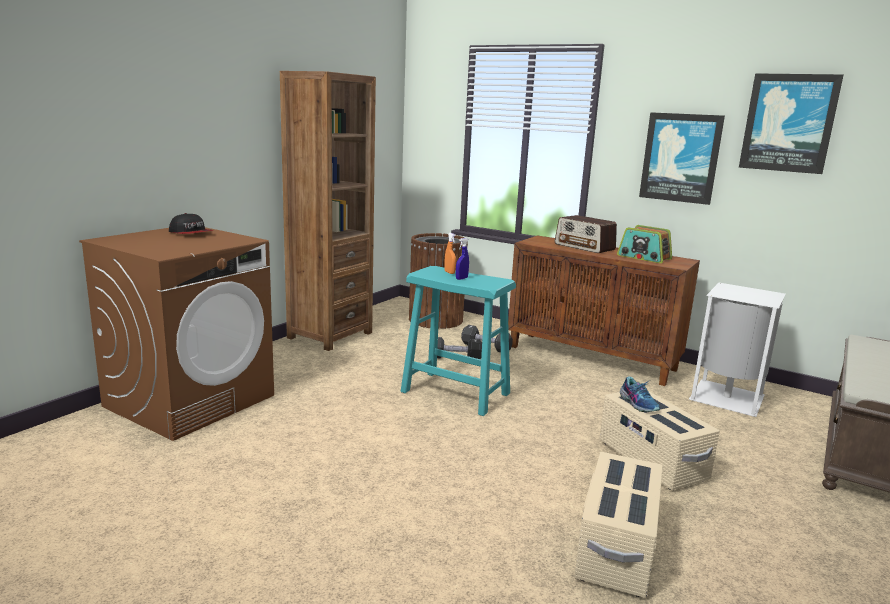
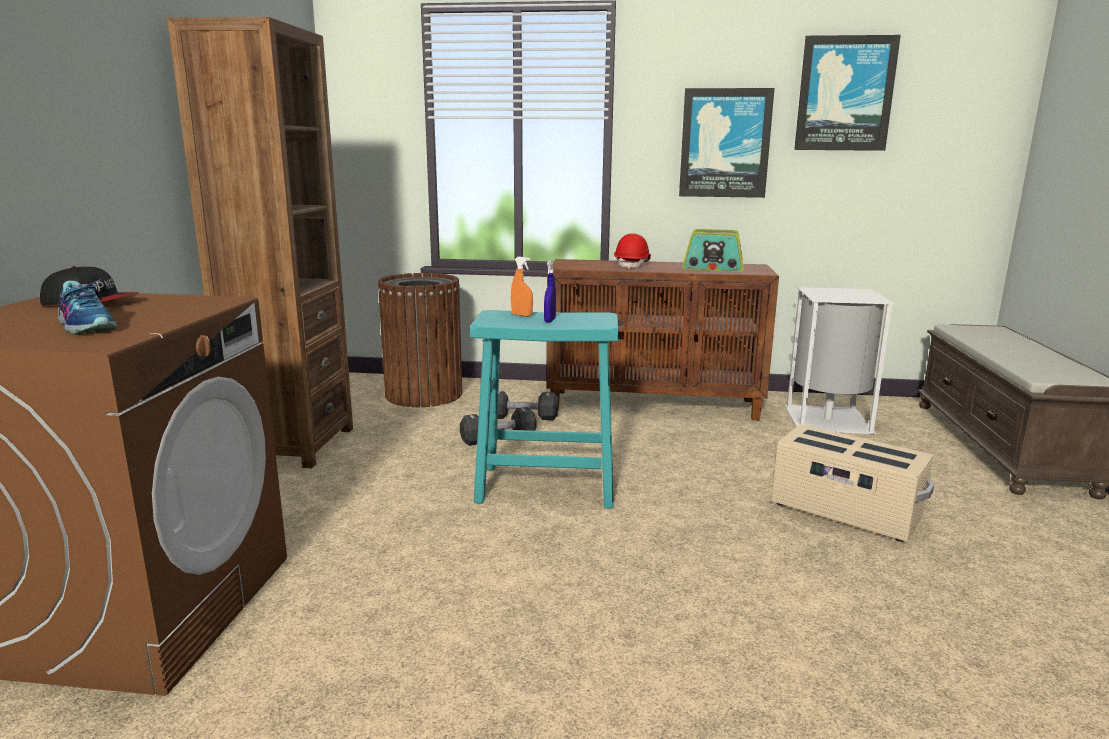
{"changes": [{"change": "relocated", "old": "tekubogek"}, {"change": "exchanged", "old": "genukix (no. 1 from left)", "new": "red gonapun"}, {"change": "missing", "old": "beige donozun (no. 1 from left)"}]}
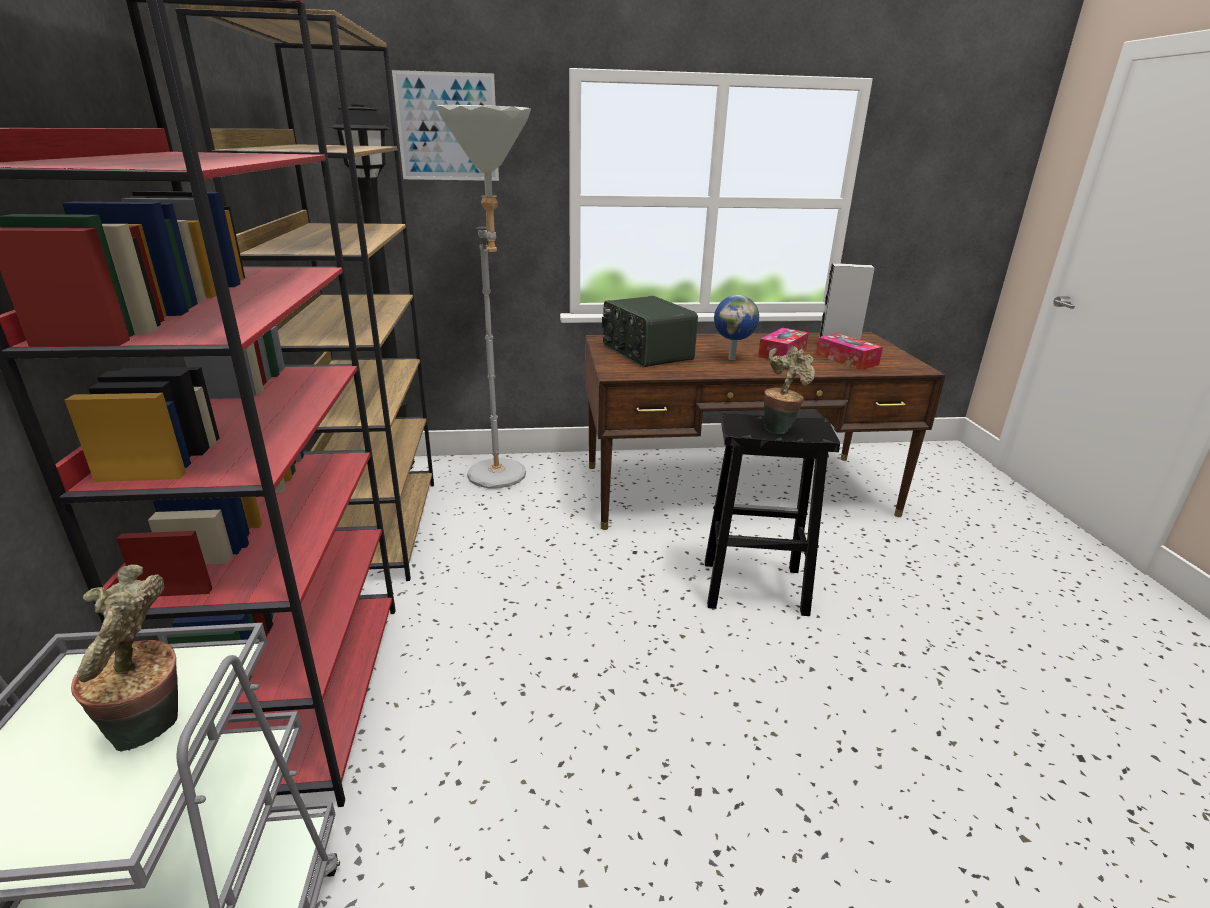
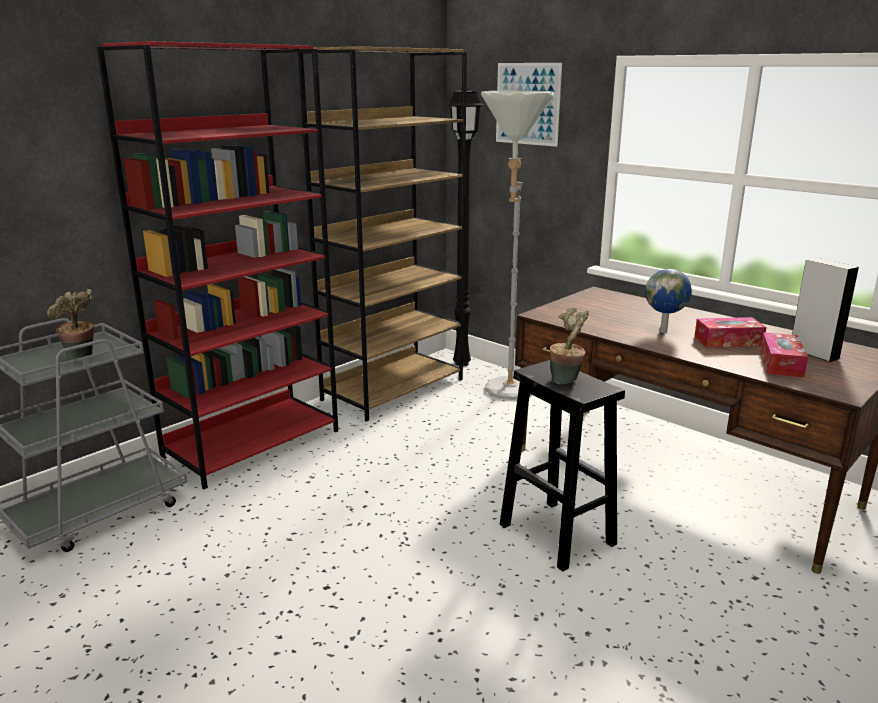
{"changes": [{"change": "missing", "old": "genukix"}]}
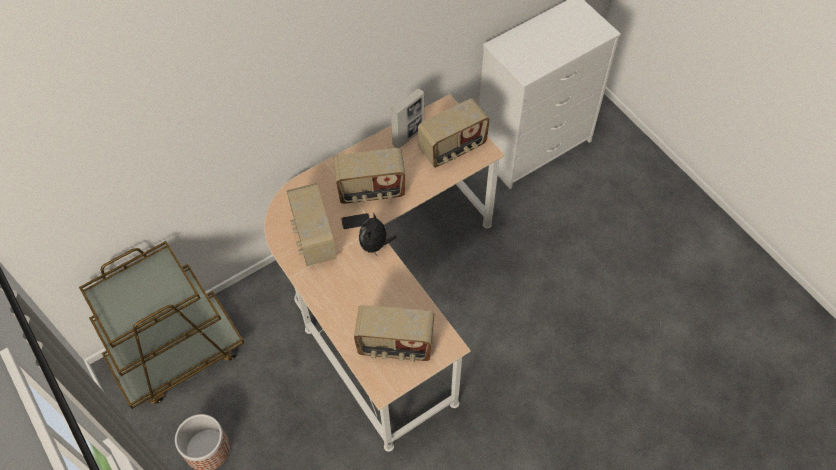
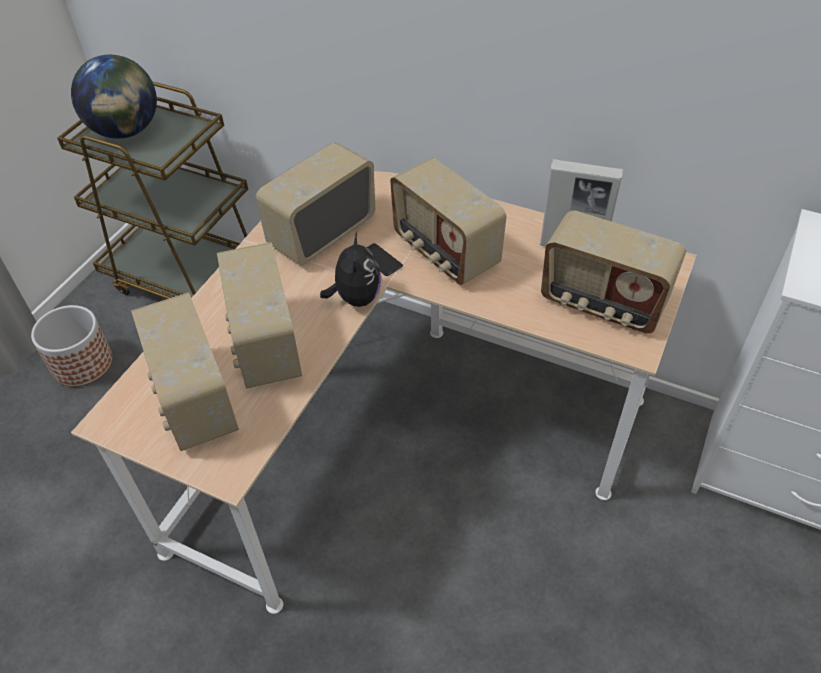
{"changes": [{"change": "appeared", "new": "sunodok"}, {"change": "appeared", "new": "genukix (no. 2 from left)"}, {"change": "spun", "old": "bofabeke", "degrees": 105}]}
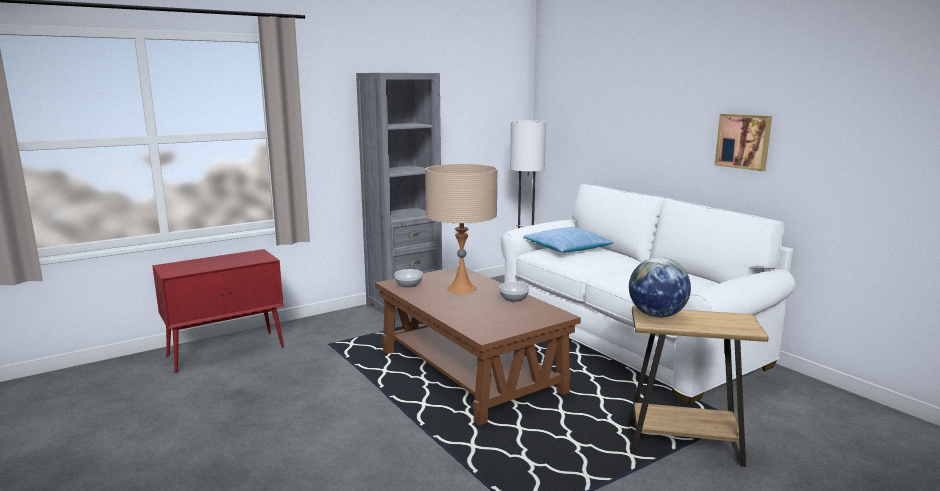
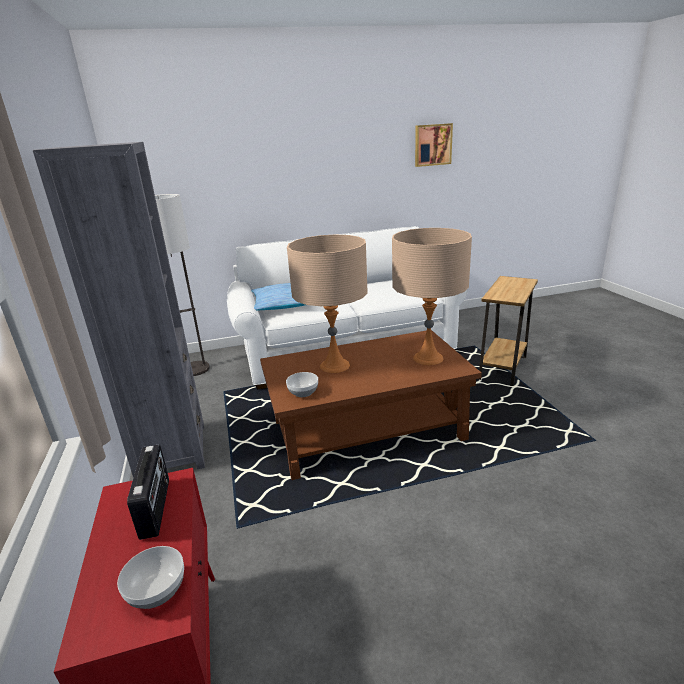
{"changes": [{"change": "relocated", "old": "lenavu (no. 2 from left in the first image)", "new": "lenavu (no. 1 from left)"}, {"change": "appeared", "new": "genukix"}, {"change": "appeared", "new": "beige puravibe (no. 2 from left)"}, {"change": "relocated", "old": "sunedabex"}, {"change": "missing", "old": "sunodok"}]}
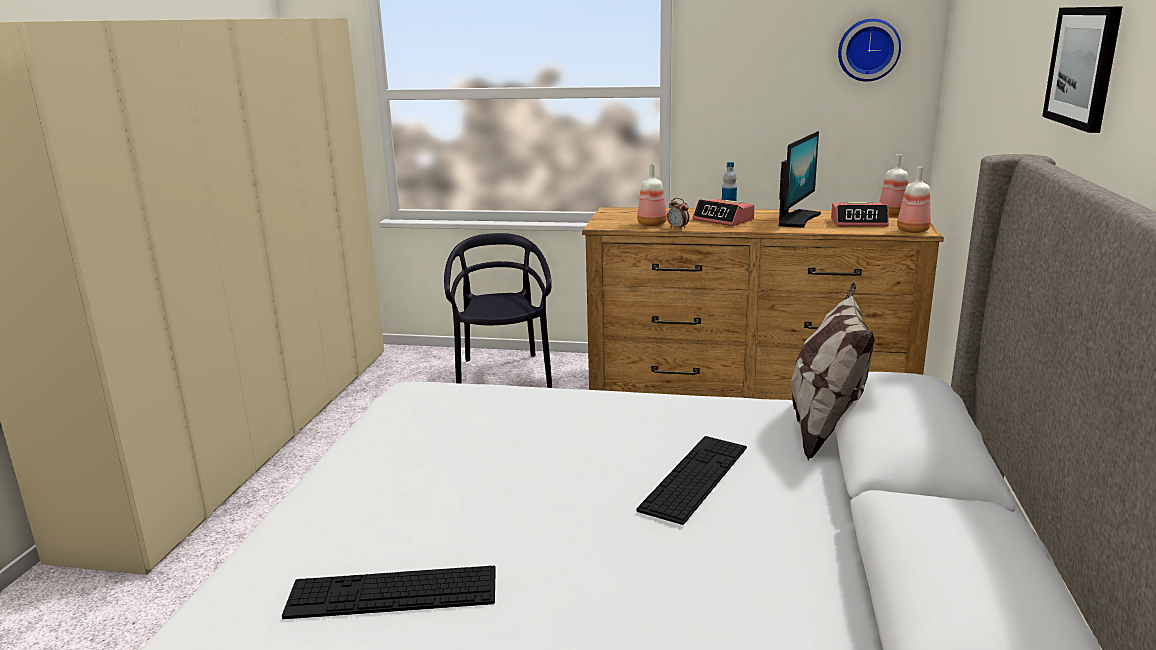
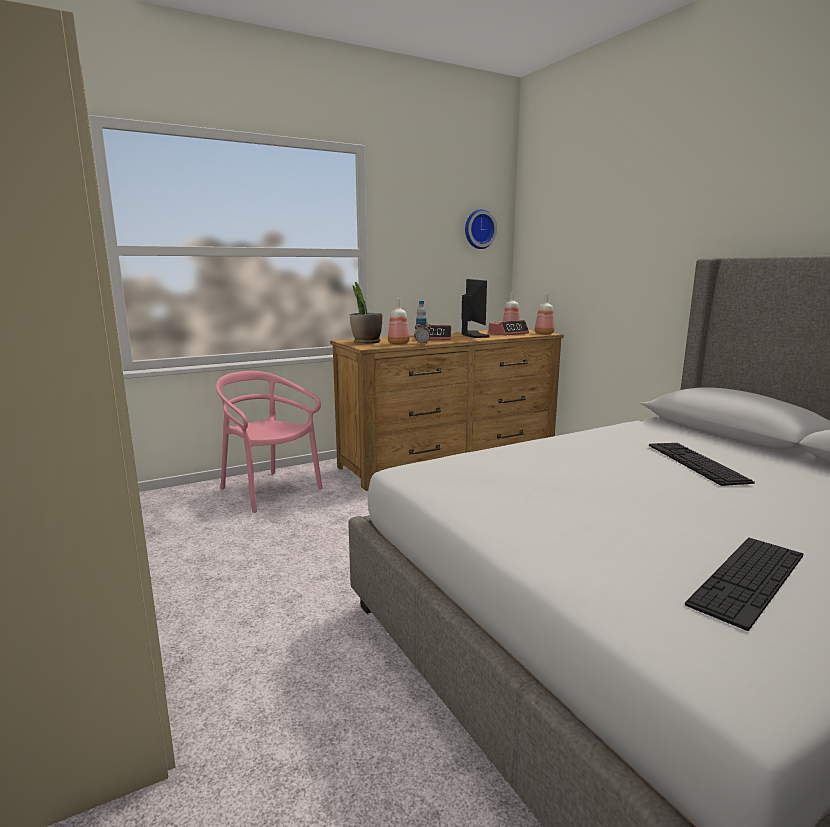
{"changes": [{"change": "colour", "old": "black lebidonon", "new": "pink lebidonon"}, {"change": "appeared", "new": "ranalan"}, {"change": "missing", "old": "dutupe"}, {"change": "missing", "old": "sunedabex"}]}
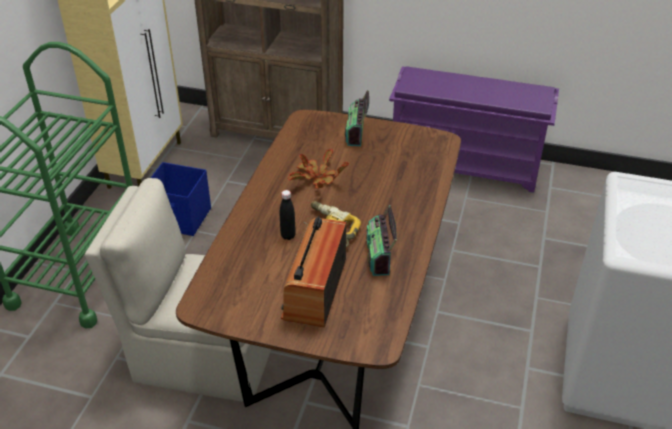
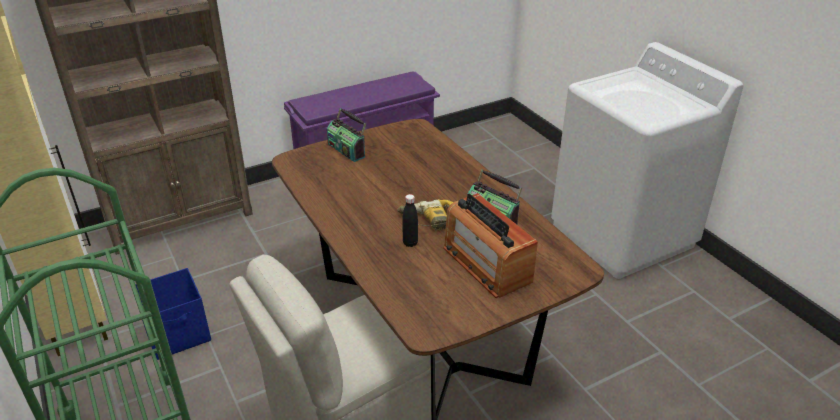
{"changes": [{"change": "missing", "old": "ranalan"}]}
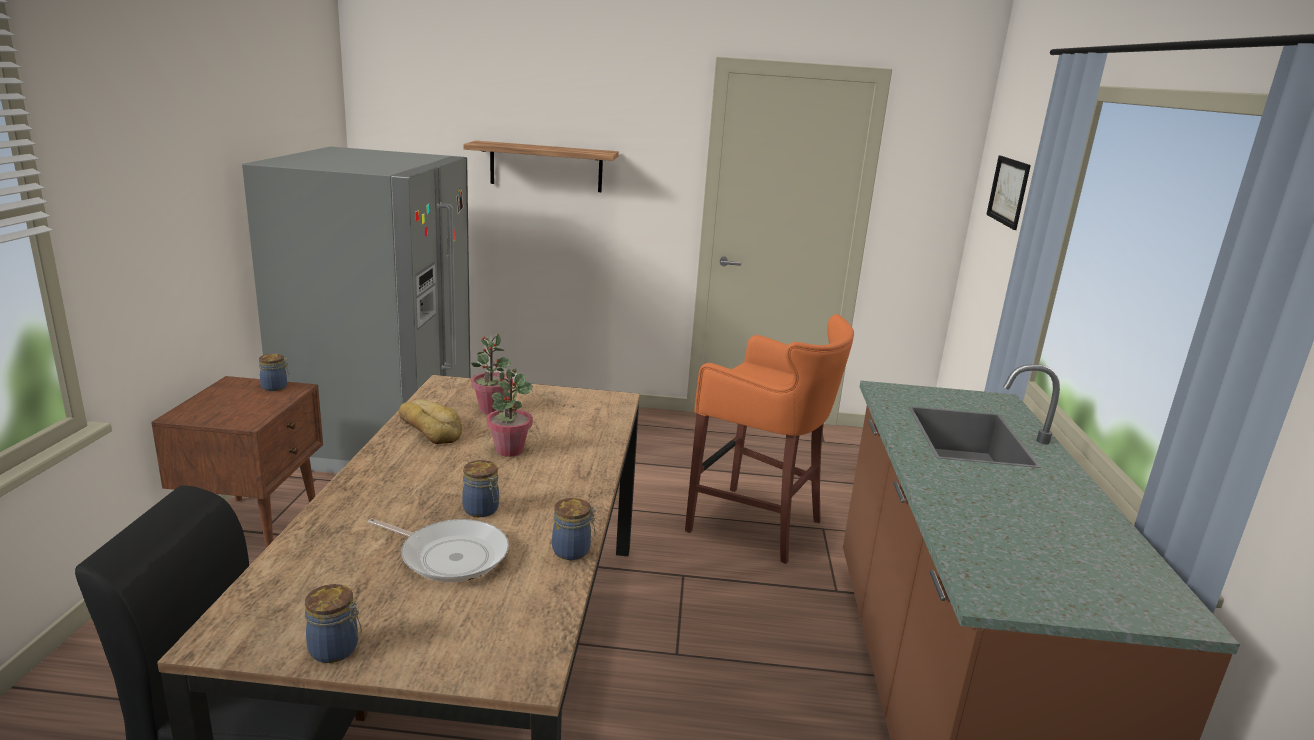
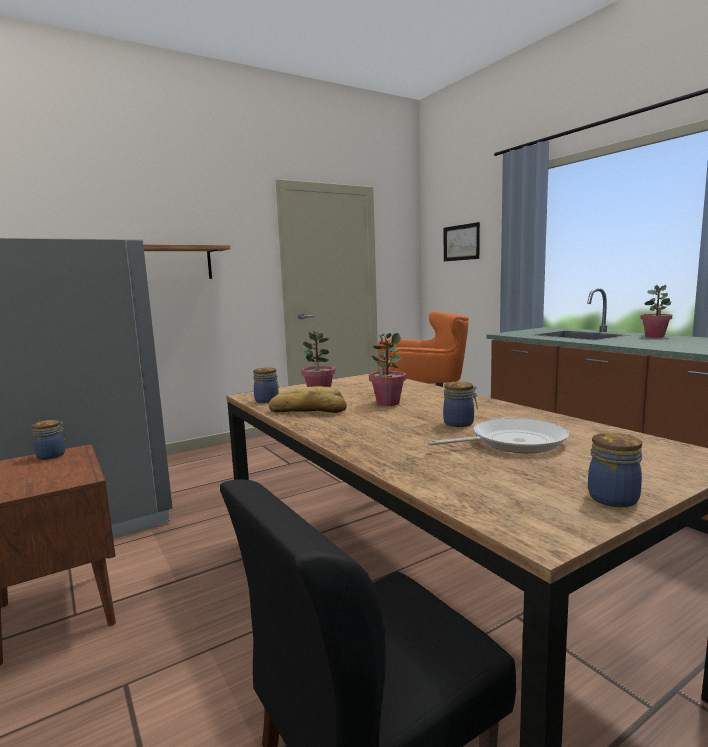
{"changes": [{"change": "relocated", "old": "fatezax (no. 4 from left in the first image)", "new": "fatezax (no. 2 from left)"}, {"change": "appeared", "new": "ranalan (no. 3 from left)"}]}
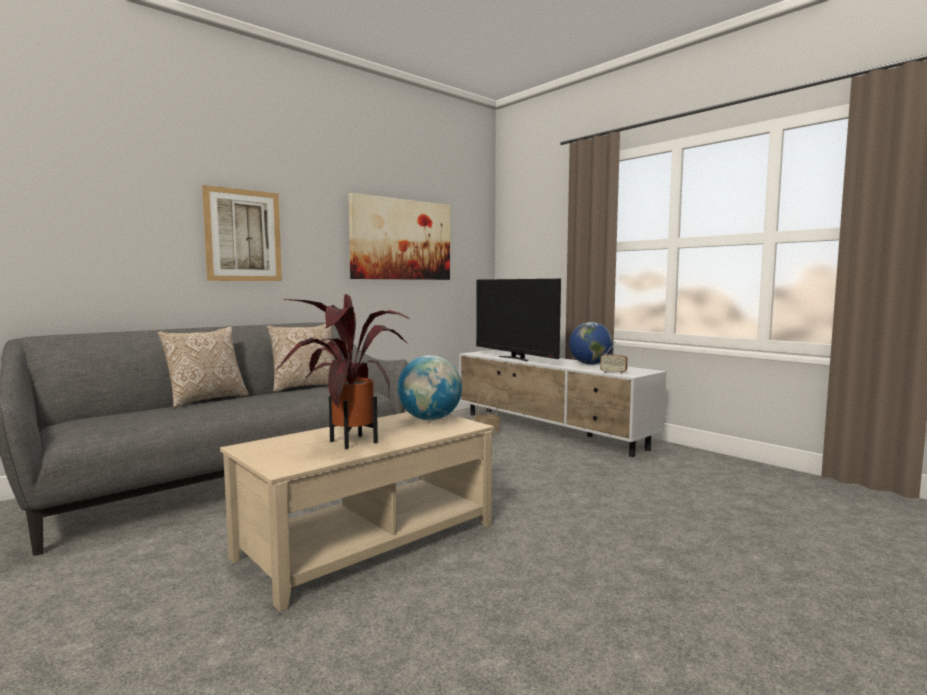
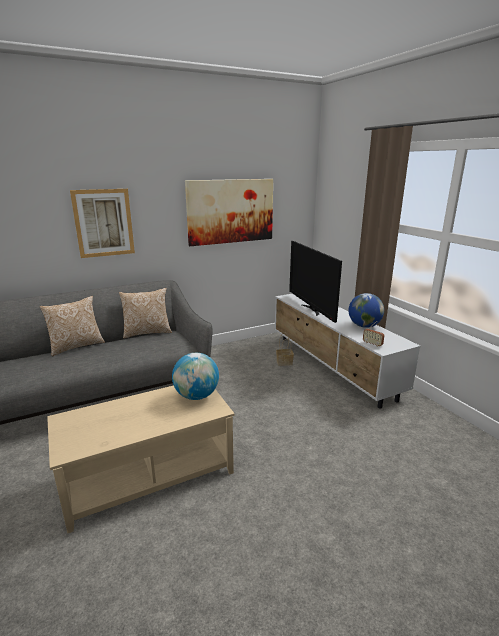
{"changes": [{"change": "missing", "old": "ranalan"}]}
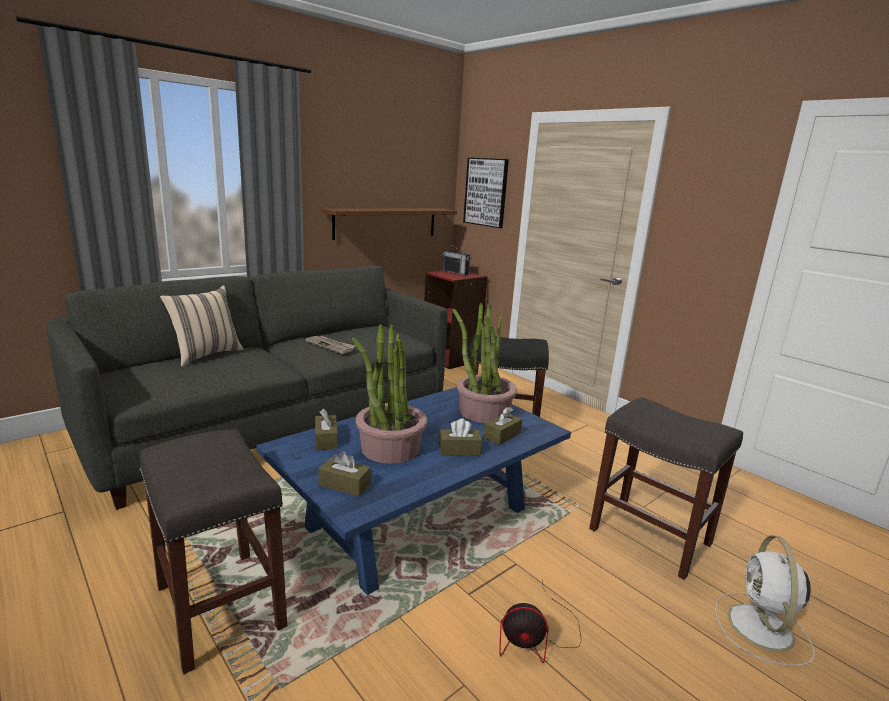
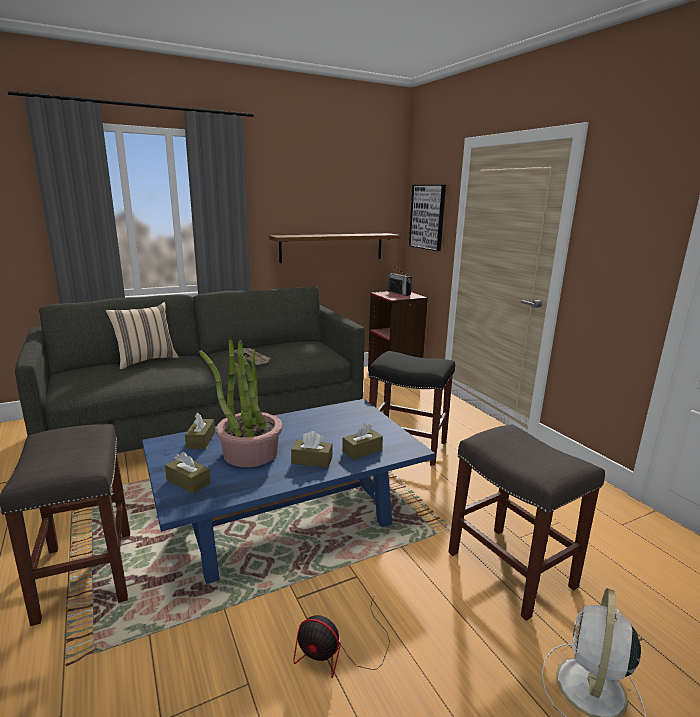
{"changes": [{"change": "missing", "old": "ranalan (no. 2 from left)"}]}
